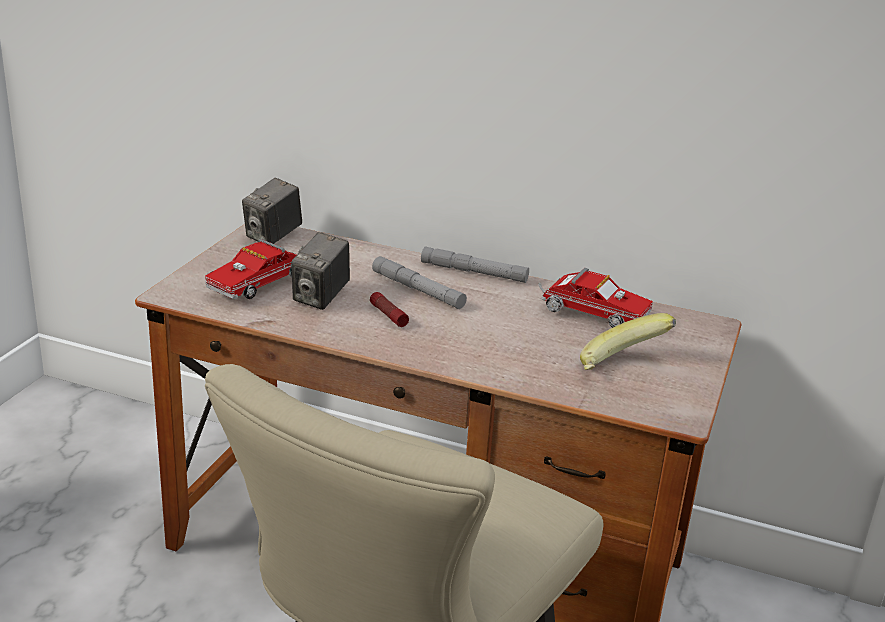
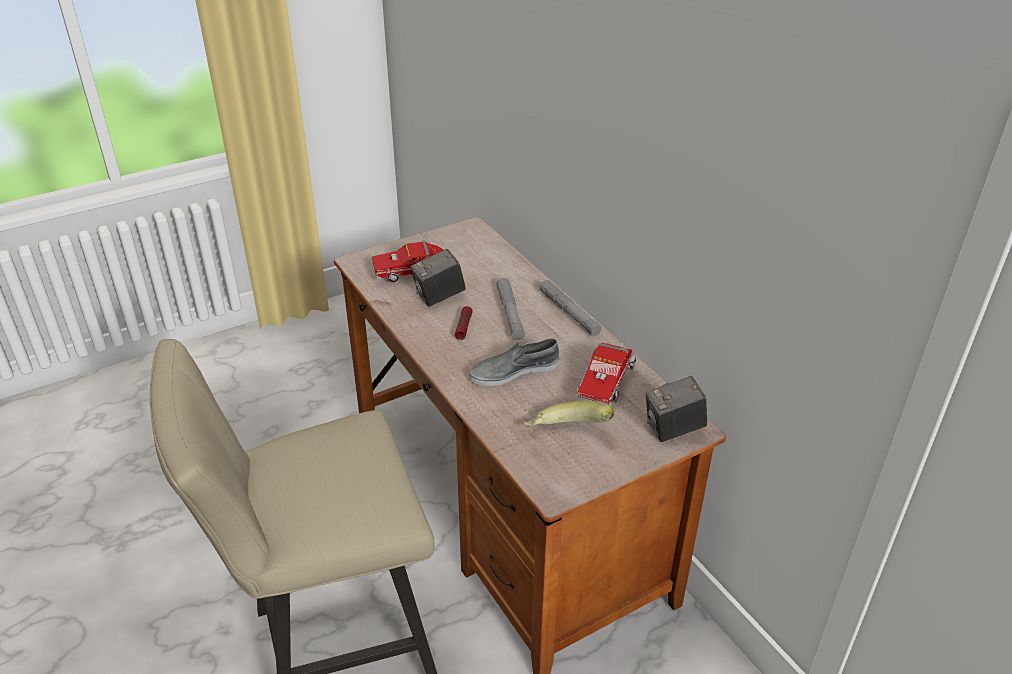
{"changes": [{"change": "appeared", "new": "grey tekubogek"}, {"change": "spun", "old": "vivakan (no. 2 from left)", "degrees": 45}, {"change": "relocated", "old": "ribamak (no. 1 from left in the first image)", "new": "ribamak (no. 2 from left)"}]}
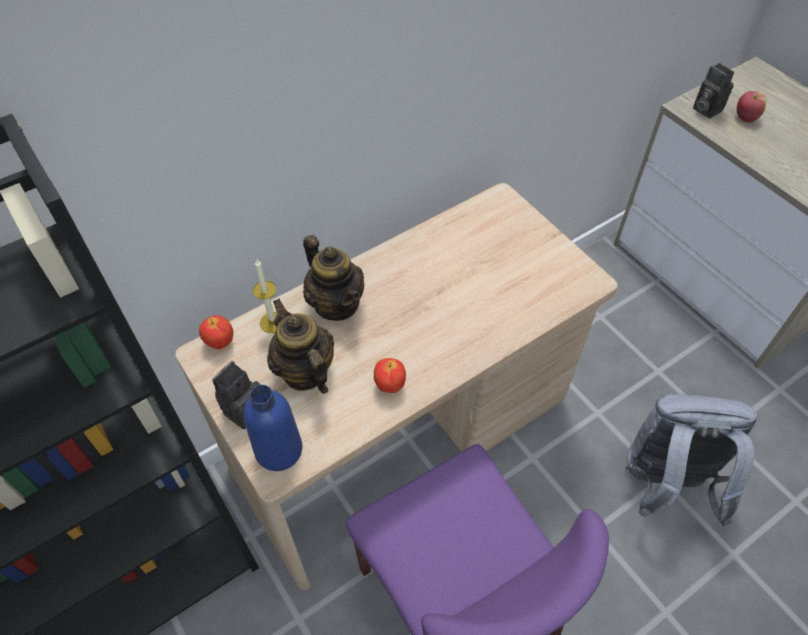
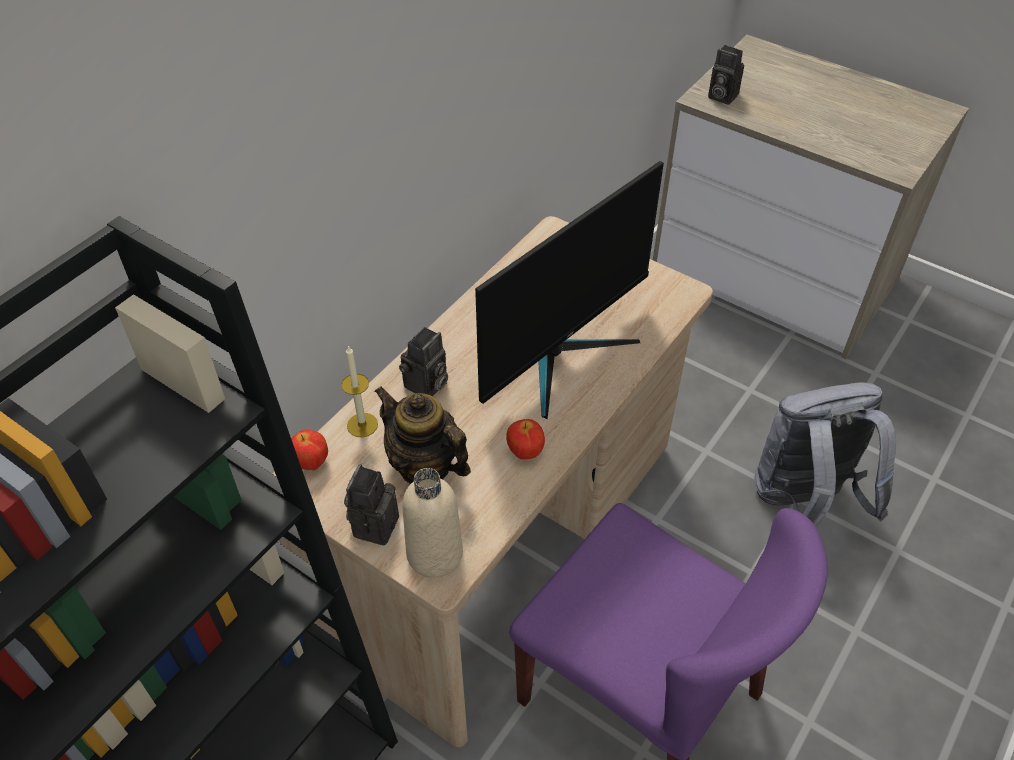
{"changes": [{"change": "exchanged", "old": "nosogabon (no. 2 from left)", "new": "ribamak (no. 2 from left)"}, {"change": "colour", "old": "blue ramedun", "new": "beige ramedun"}, {"change": "appeared", "new": "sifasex"}, {"change": "missing", "old": "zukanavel (no. 3 from left)"}]}
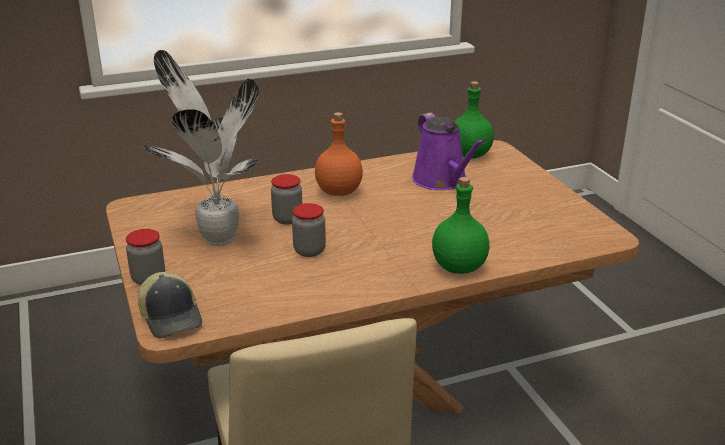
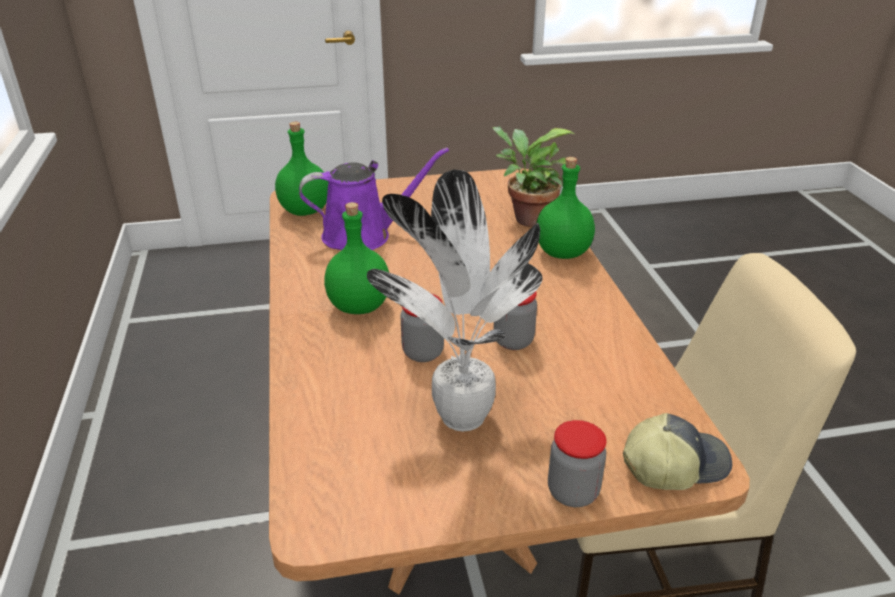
{"changes": [{"change": "colour", "old": "orange ramedun", "new": "green ramedun (no. 2 from left)"}, {"change": "appeared", "new": "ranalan (no. 2 from left)"}]}
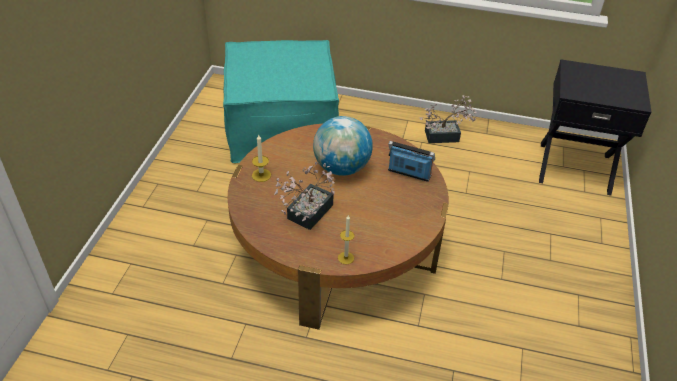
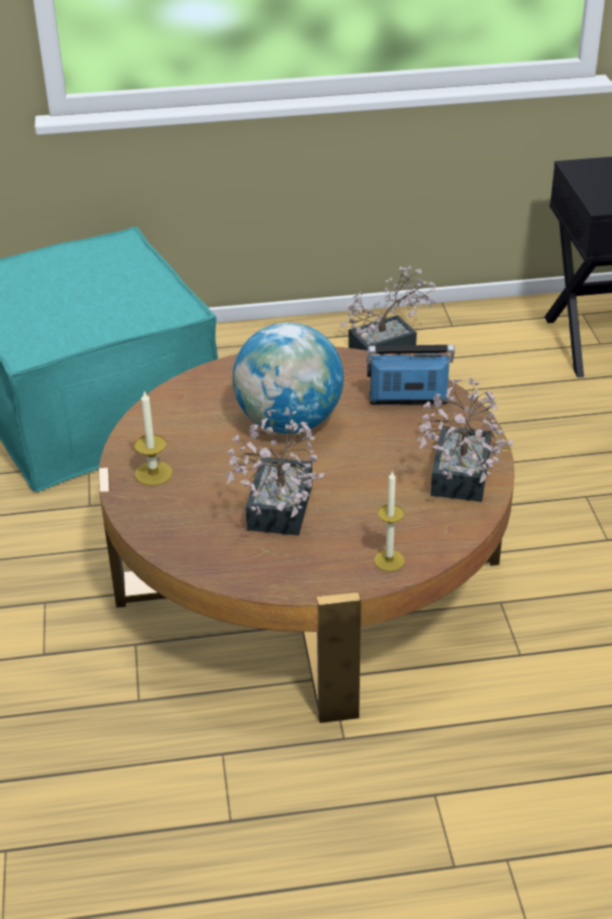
{"changes": [{"change": "appeared", "new": "ranalan (no. 3 from left)"}]}
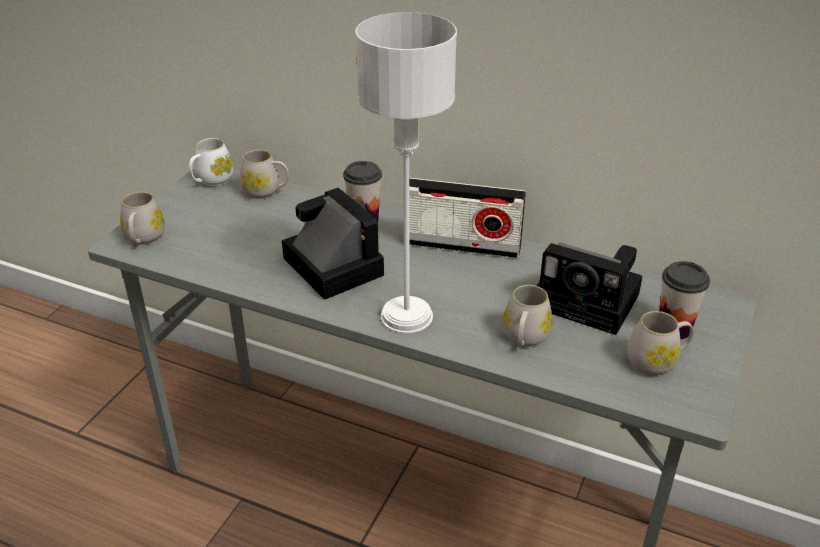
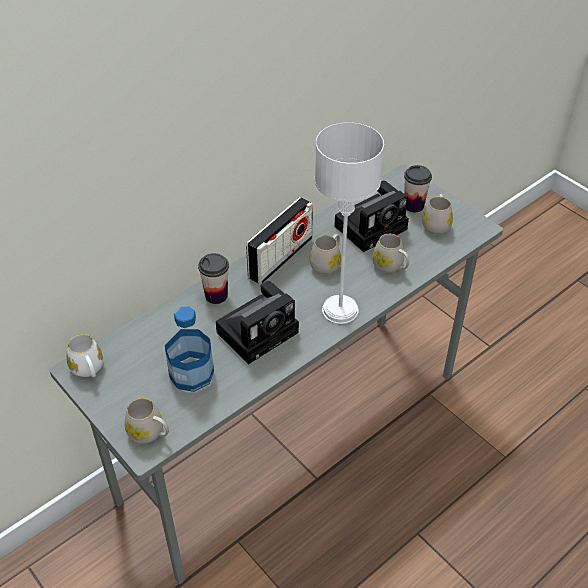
{"changes": [{"change": "appeared", "new": "ramedun"}, {"change": "spun", "old": "ribamak (no. 1 from left)", "degrees": 150}, {"change": "relocated", "old": "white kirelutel (no. 3 from left)"}]}
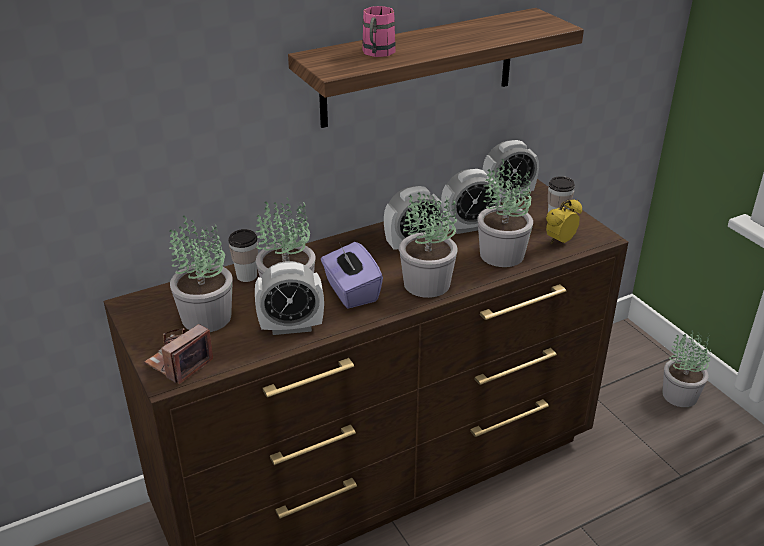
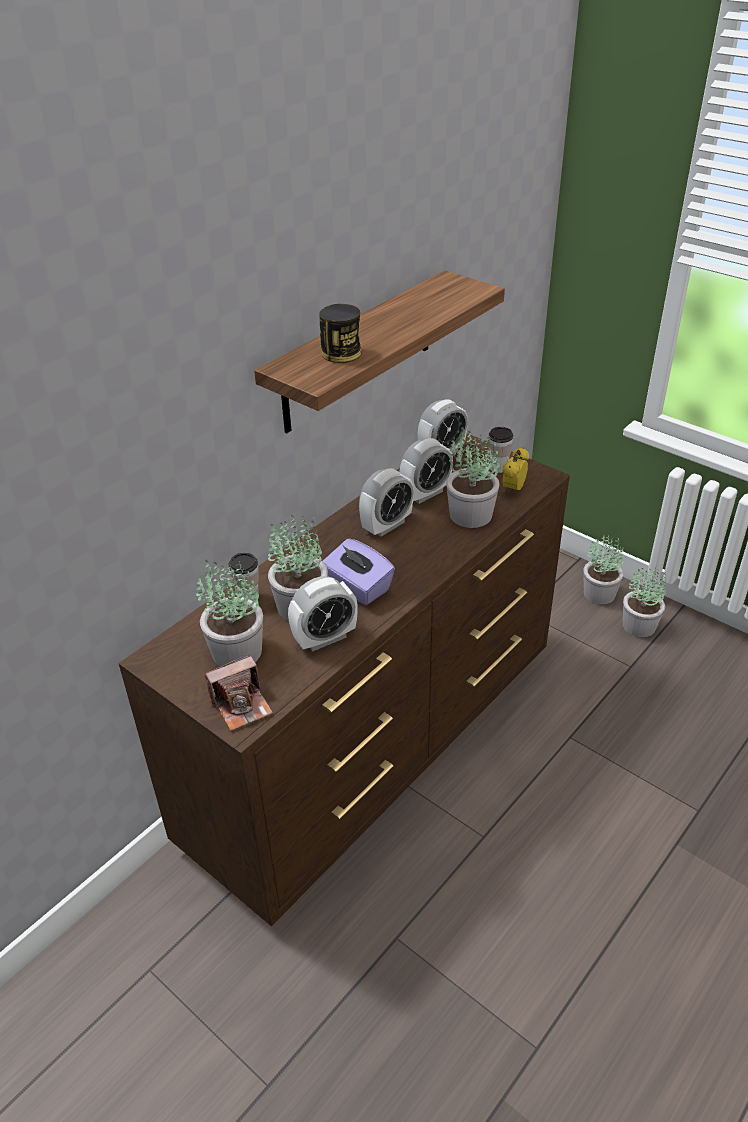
{"changes": [{"change": "spun", "old": "ribamak", "degrees": -135}, {"change": "exchanged", "old": "pink kirelutel", "new": "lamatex"}, {"change": "relocated", "old": "ranalan (no. 3 from left in the first image)", "new": "ranalan (no. 5 from left)"}]}
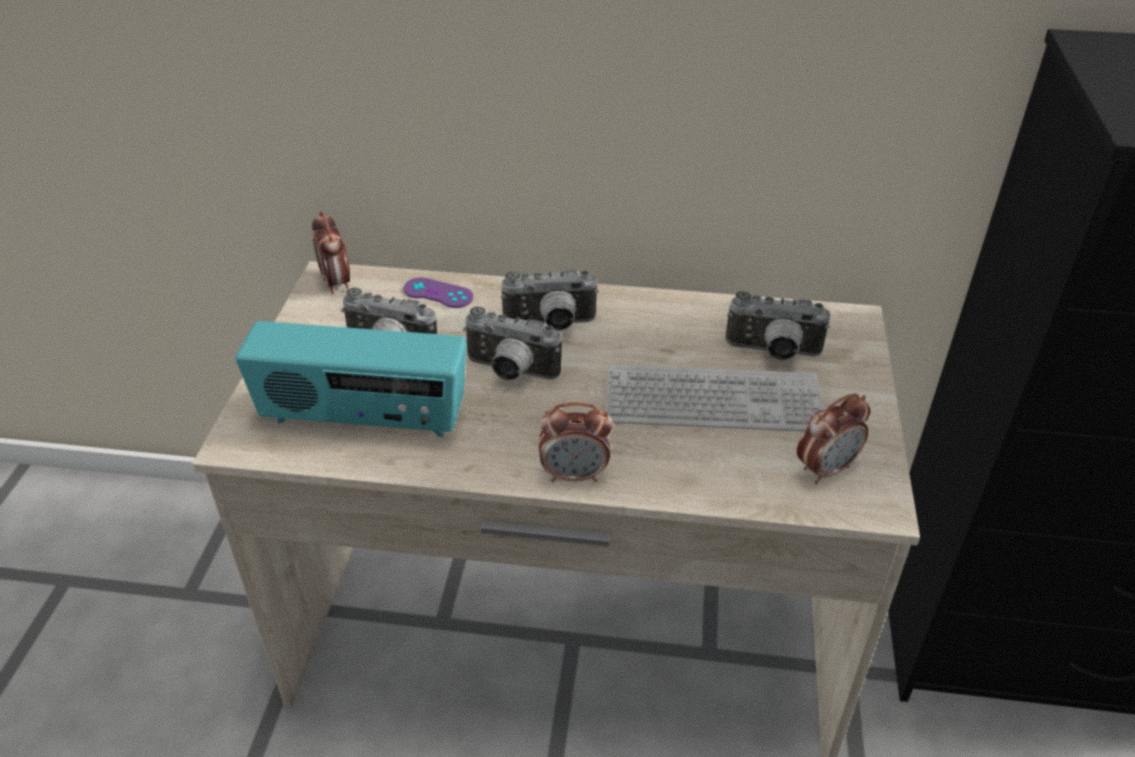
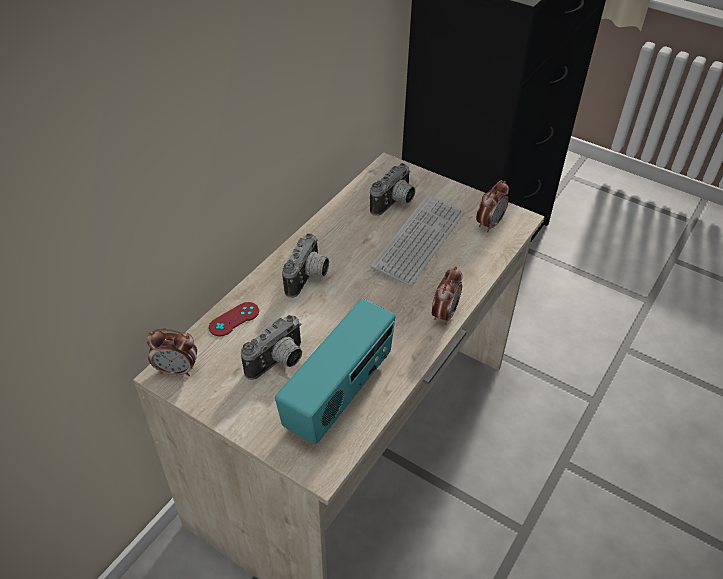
{"changes": [{"change": "colour", "old": "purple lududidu", "new": "red lududidu"}, {"change": "spun", "old": "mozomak (no. 3 from left)", "degrees": 45}, {"change": "missing", "old": "ribamak (no. 2 from left)"}]}
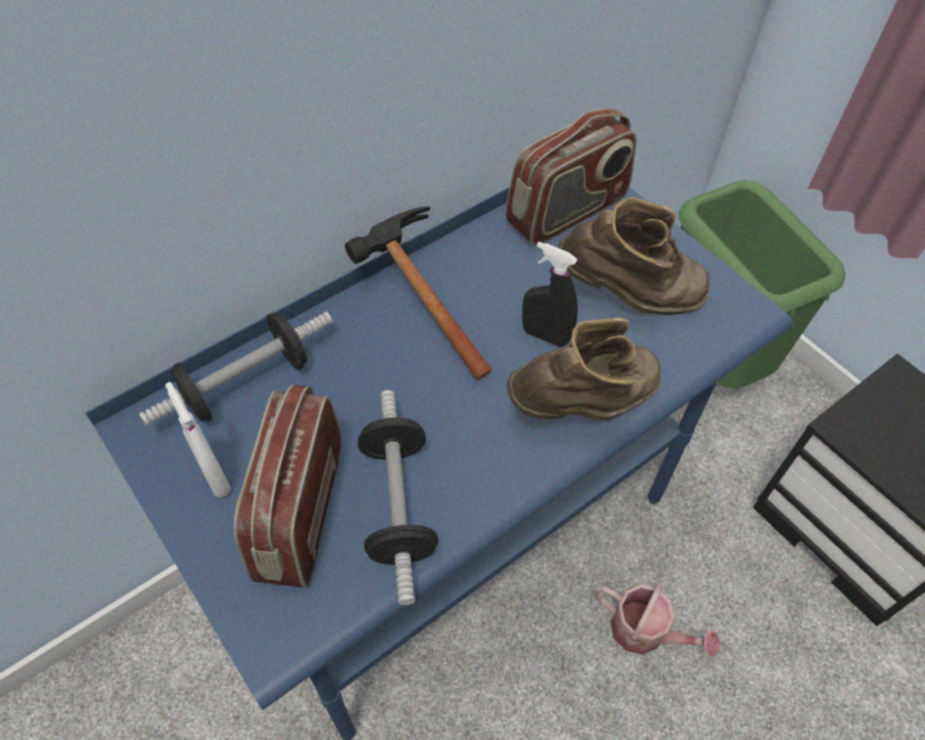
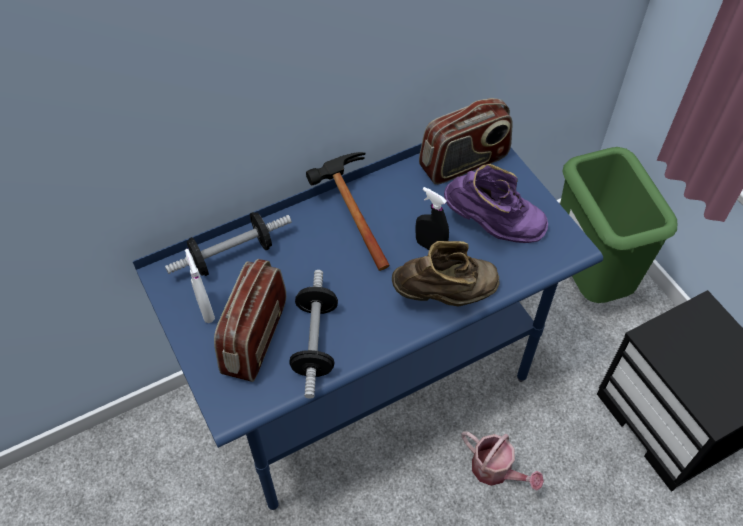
{"changes": [{"change": "colour", "old": "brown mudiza (no. 2 from left)", "new": "purple mudiza"}]}
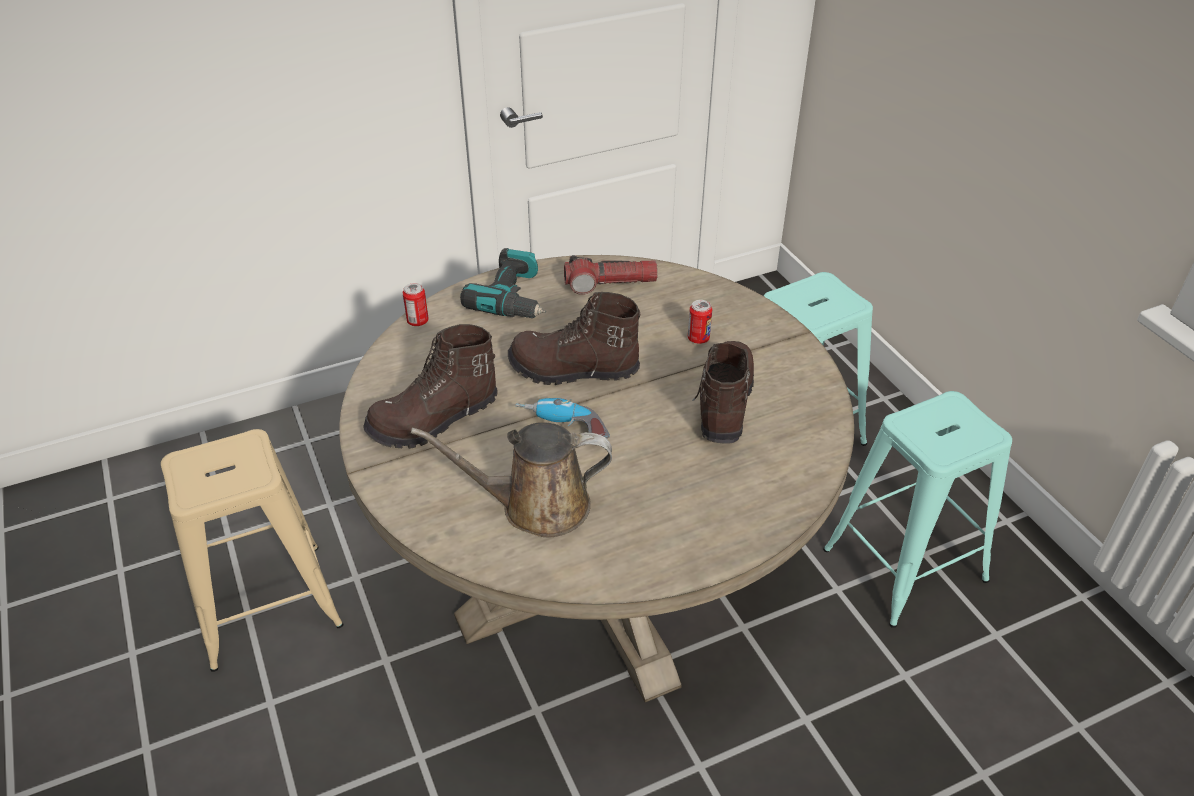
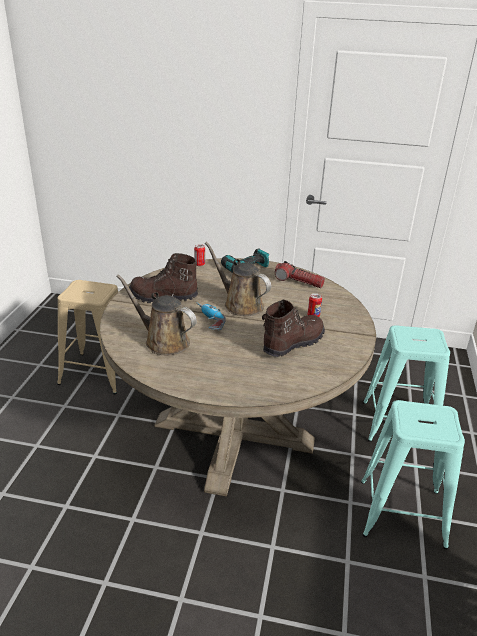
{"changes": [{"change": "exchanged", "old": "brown mudiza (no. 2 from left)", "new": "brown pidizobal (no. 2 from left)"}]}
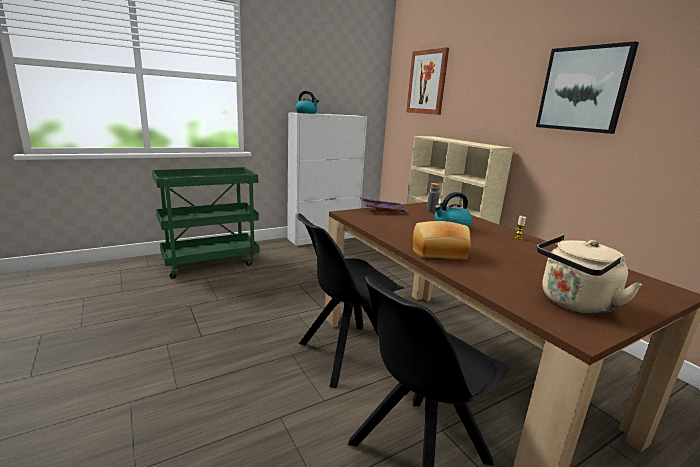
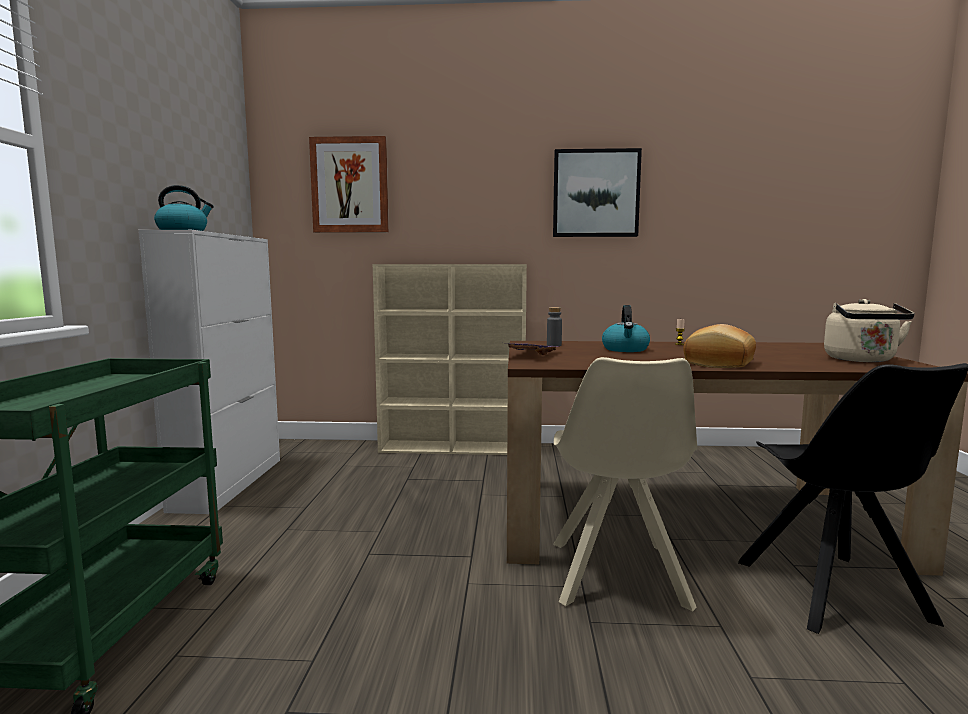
{"changes": [{"change": "colour", "old": "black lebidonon (no. 1 from left)", "new": "beige lebidonon"}]}
